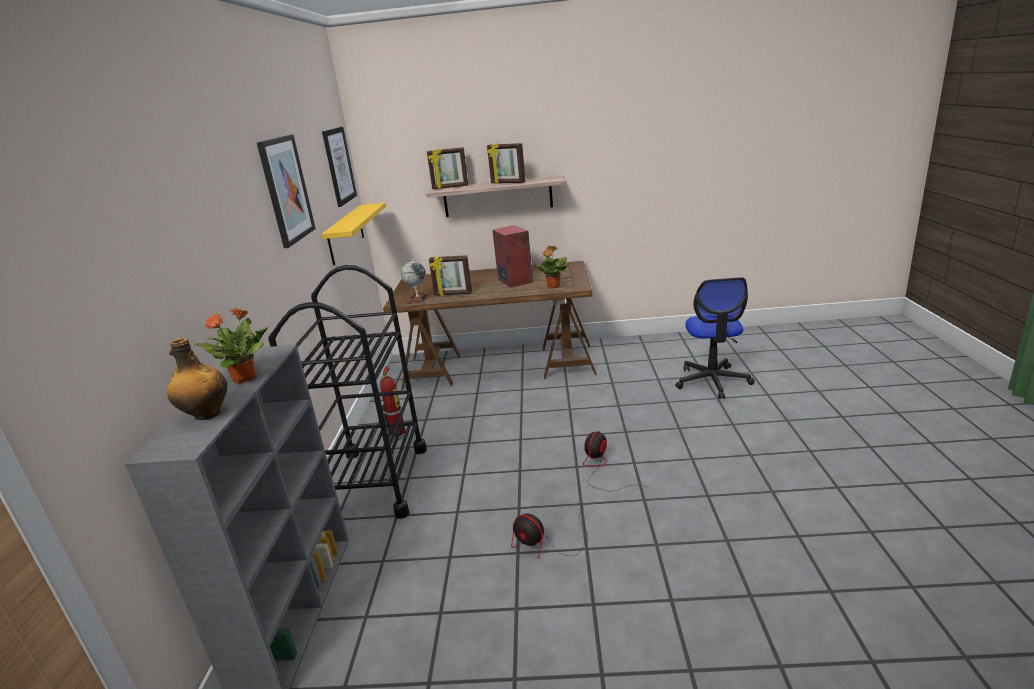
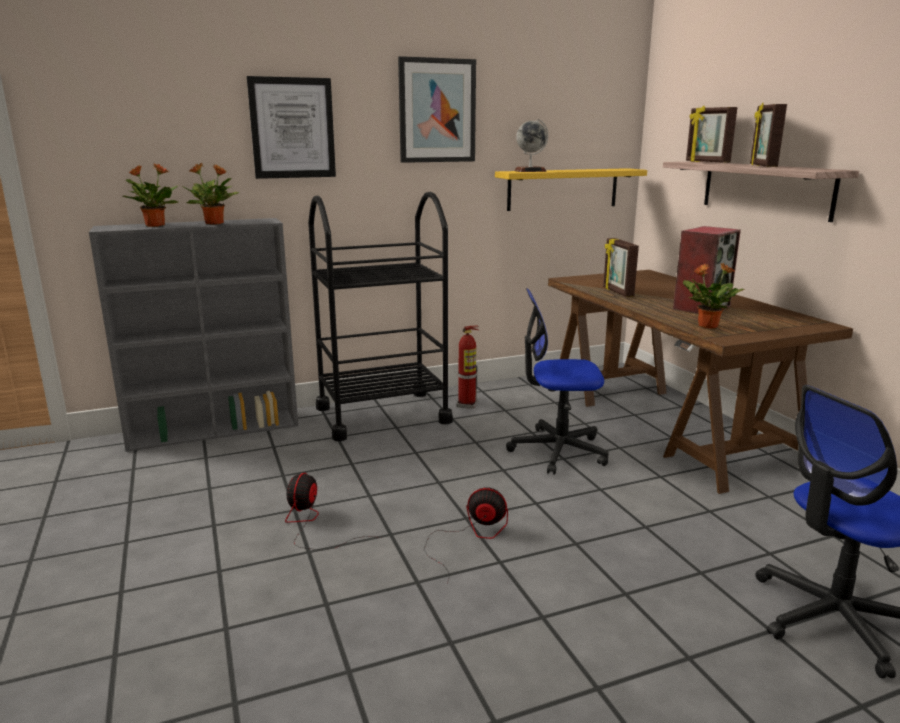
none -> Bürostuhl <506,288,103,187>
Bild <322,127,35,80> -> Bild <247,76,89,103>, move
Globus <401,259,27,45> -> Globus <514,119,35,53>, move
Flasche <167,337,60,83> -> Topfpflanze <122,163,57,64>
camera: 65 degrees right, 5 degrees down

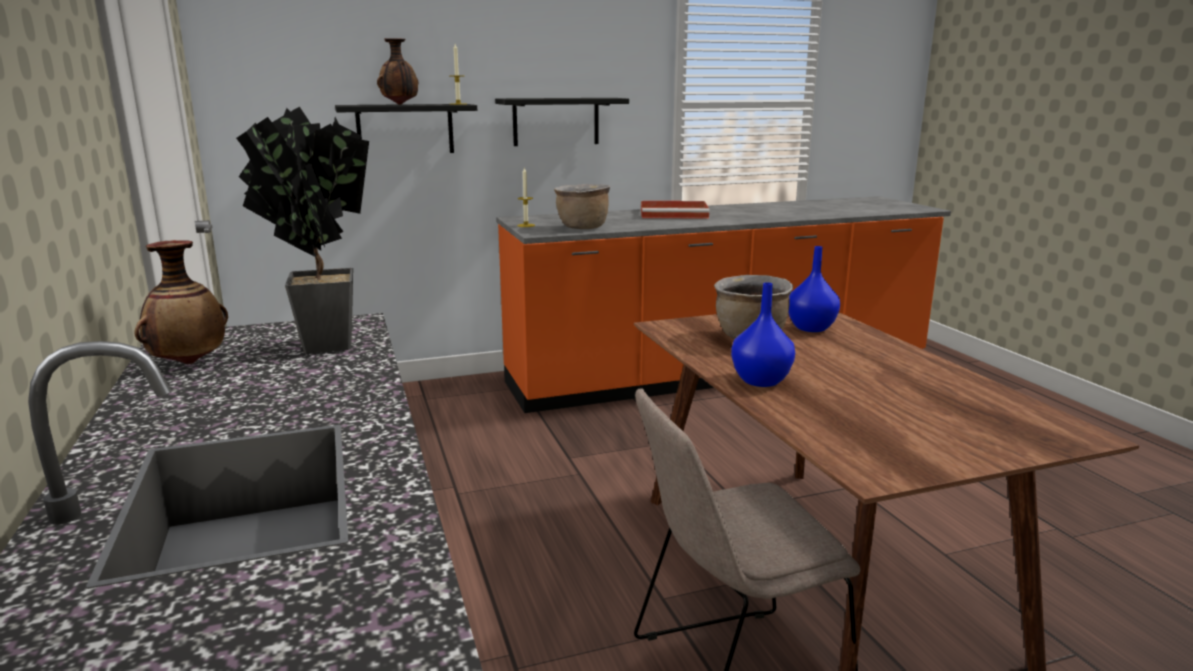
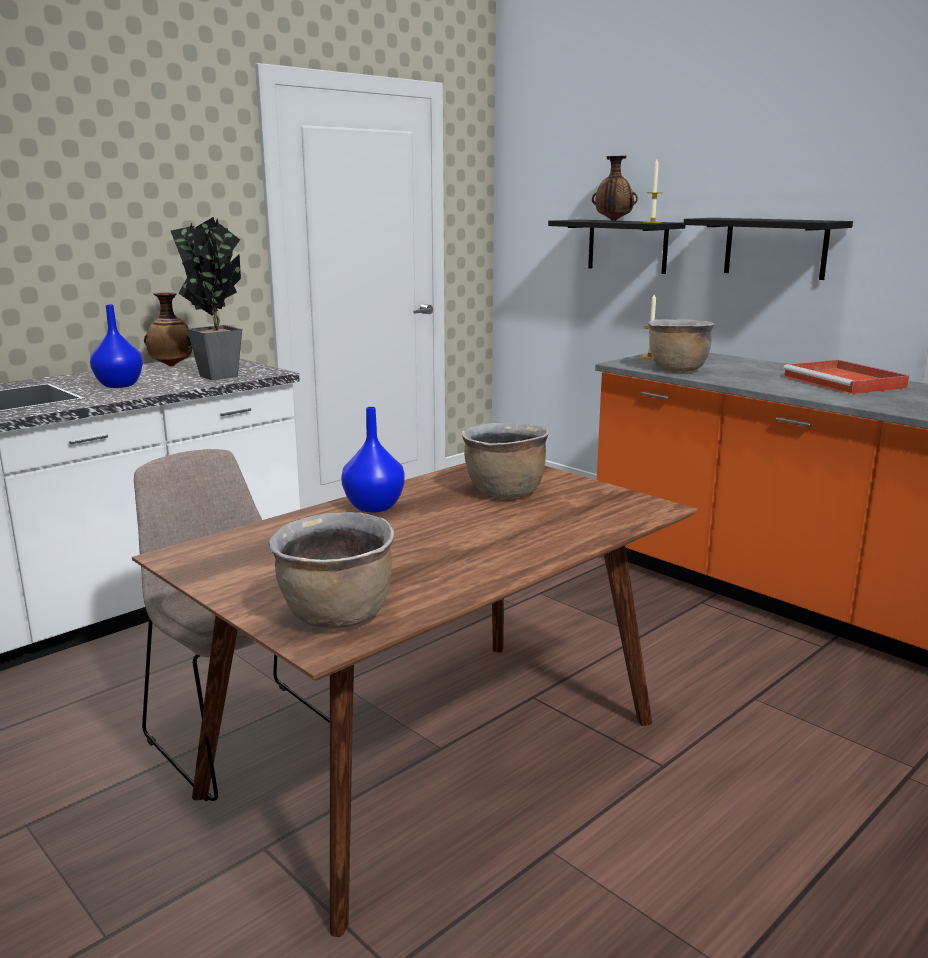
none -> Kochtopf [braun] <269,512,125,116>
Vase [blau] <788,246,52,86> -> Vase [blau] <90,304,53,84>, move
camera: 65 degrees right, 0 degrees up

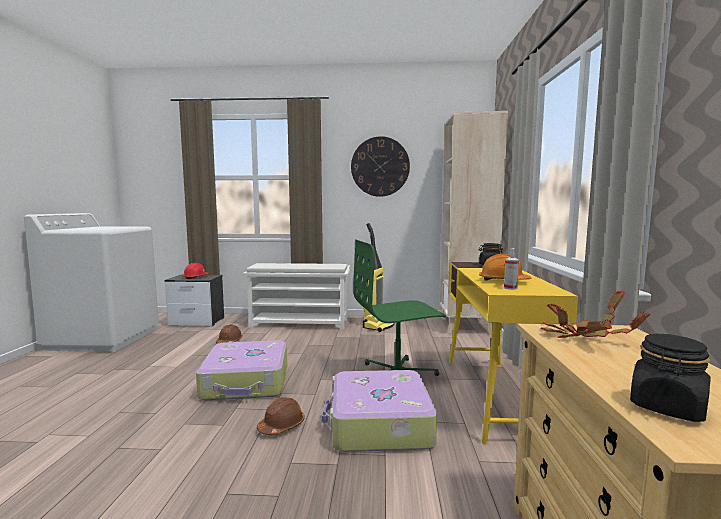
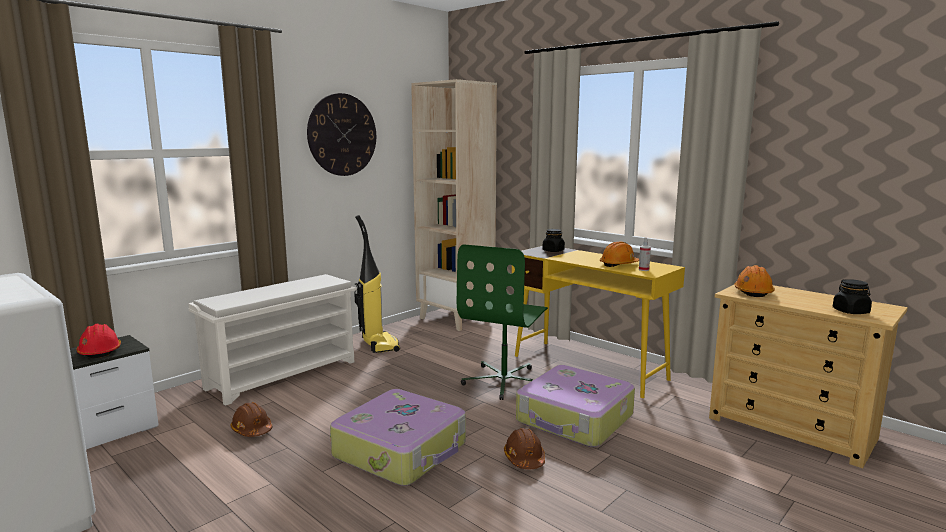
Topfpflanze <541,291,110,47> -> Schutzhelm [orange] <734,265,41,32>
camera: 50 degrees left, 5 degrees up

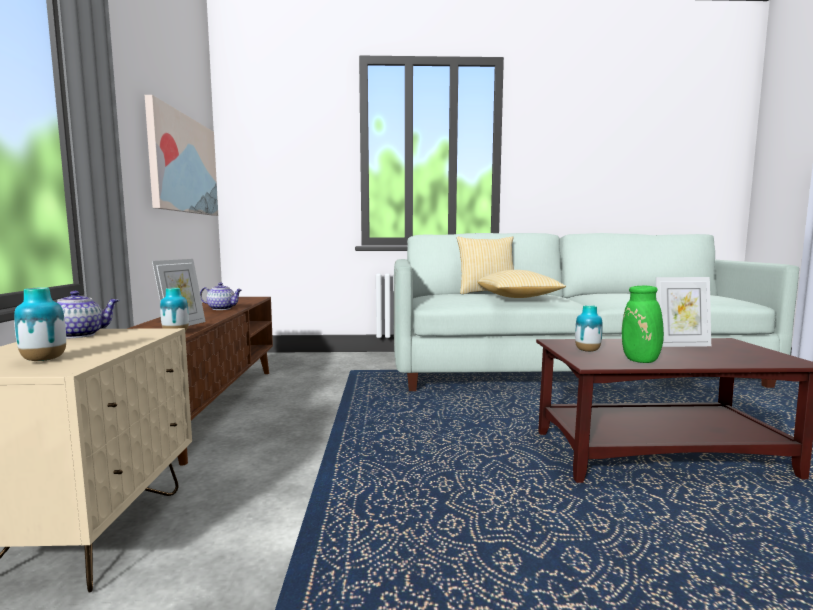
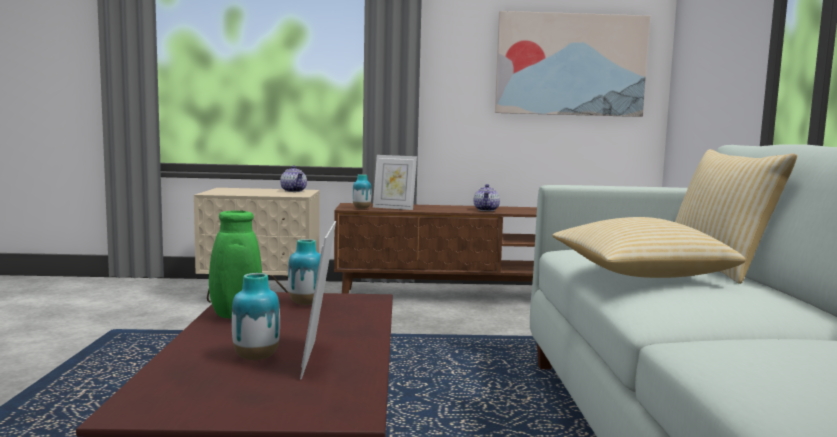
Vase <14,287,52,74> -> Vase <232,273,48,87>, move
camera: 90 degrees right, 0 degrees up

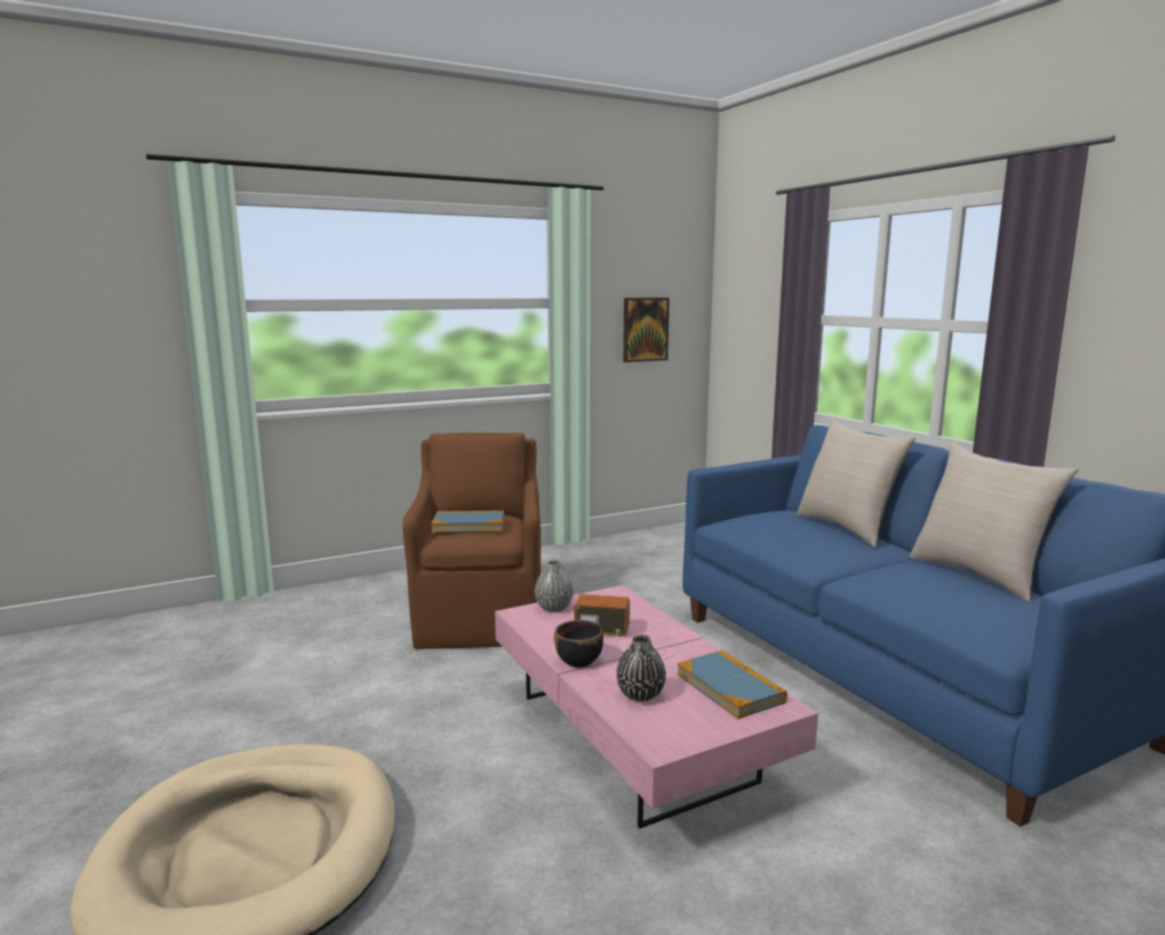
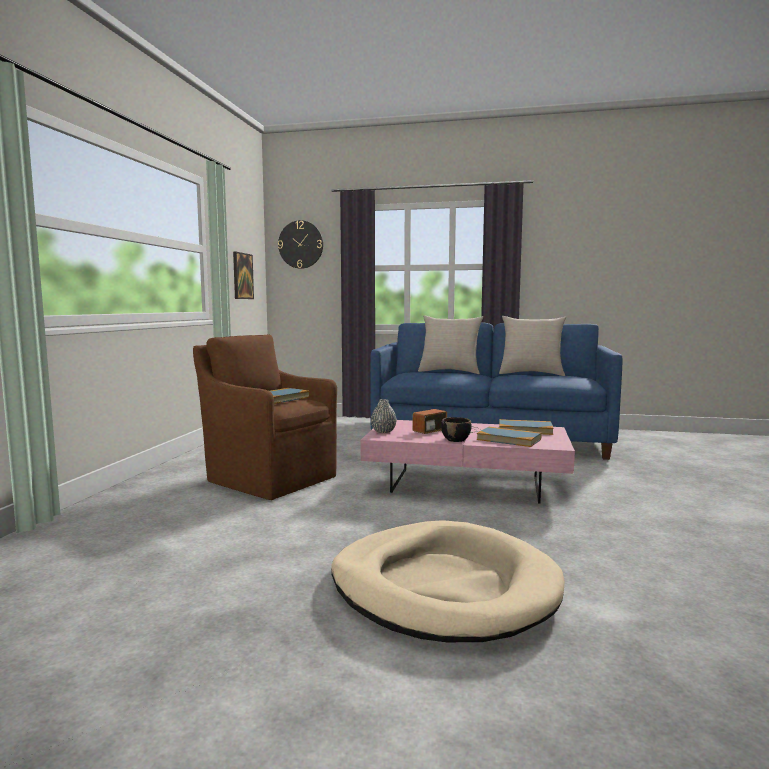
none -> Wanduhr <278,220,45,49>
Vase [schwarz] <616,635,50,67> -> Buch <477,427,64,20>
camera: 50 degrees left, 5 degrees down

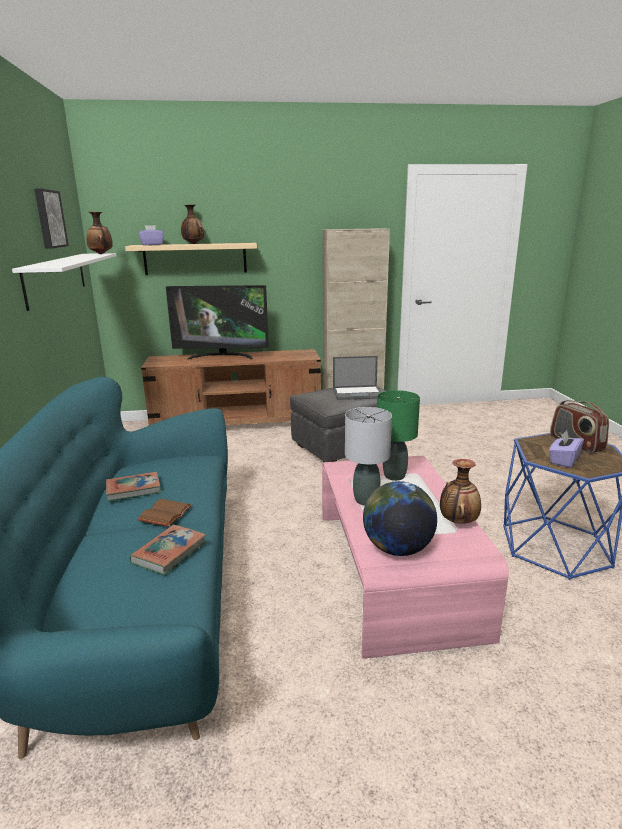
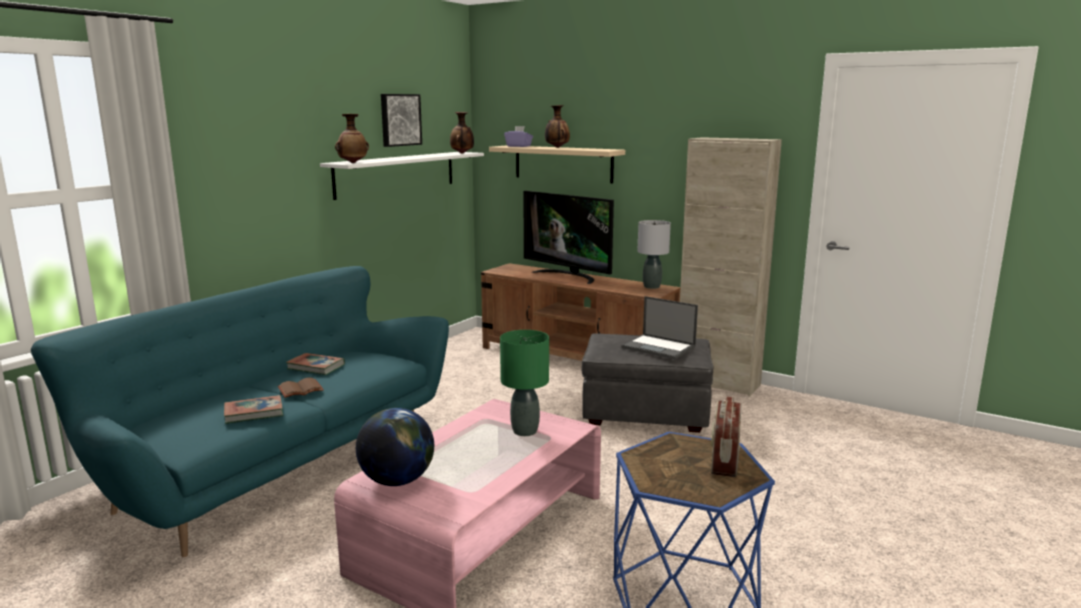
Taschentuchbox [lila] <549,430,35,38> -> none
Tischlampe [grau] <345,407,47,99> -> Tischlampe [grau] <637,220,34,69>, move
Vase <440,459,41,65> -> Vase <335,114,34,49>, move
camera: 40 degrees right, 5 degrees down

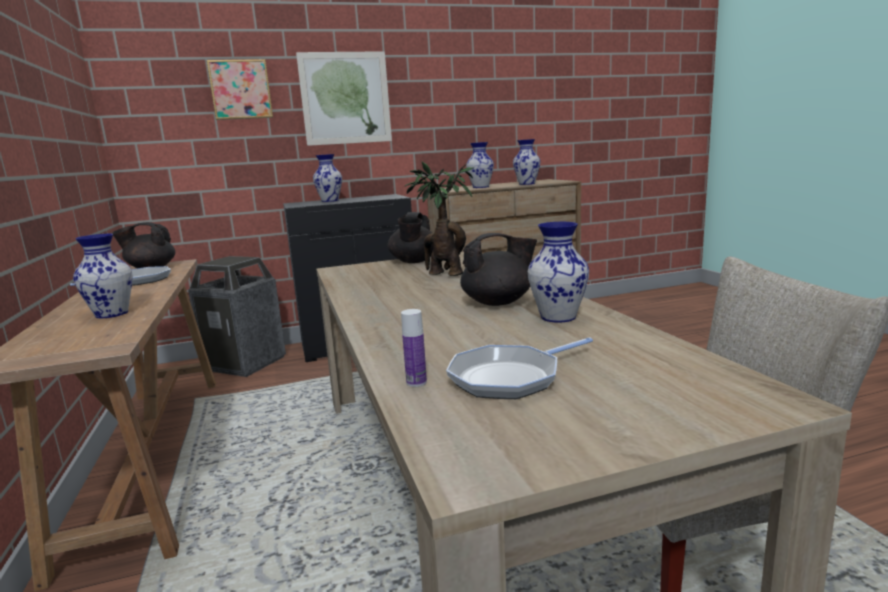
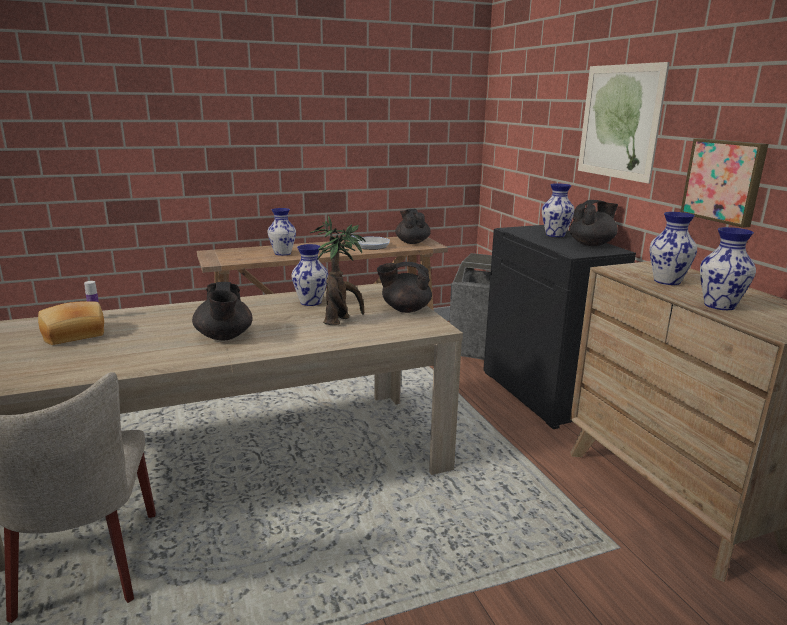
none -> Teekanne [schwarz] <569,200,49,46>
Bild <207,59,66,61> -> Bild <680,138,88,90>, move
Vase <528,222,61,101> -> Vase <291,244,37,62>, move
Pfanne <446,337,147,62> -> Brot <38,301,66,44>
camera: 85 degrees right, 5 degrees up

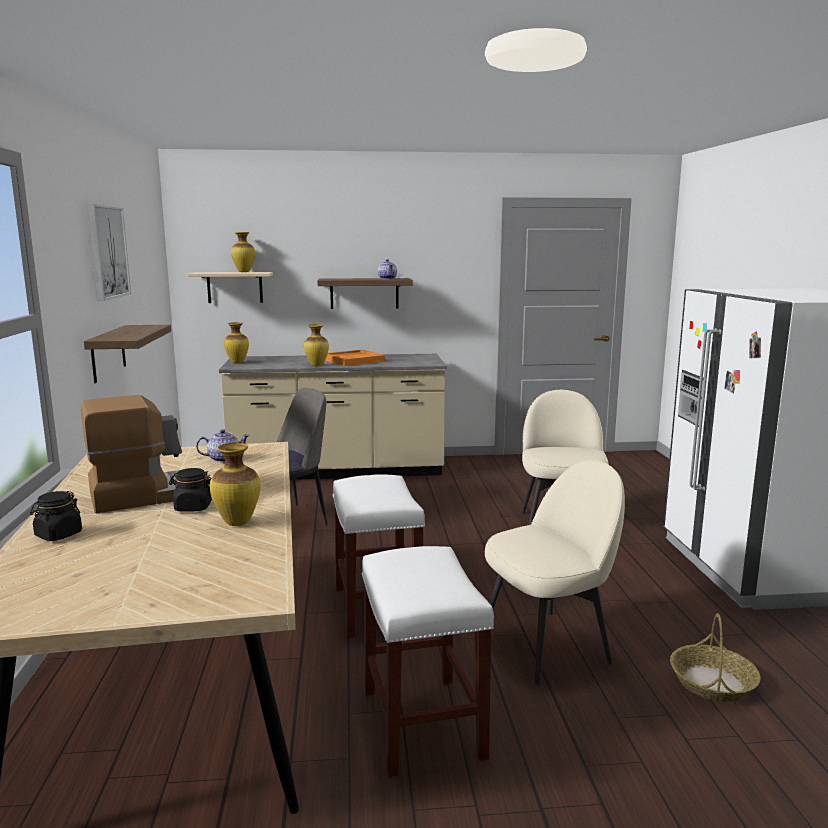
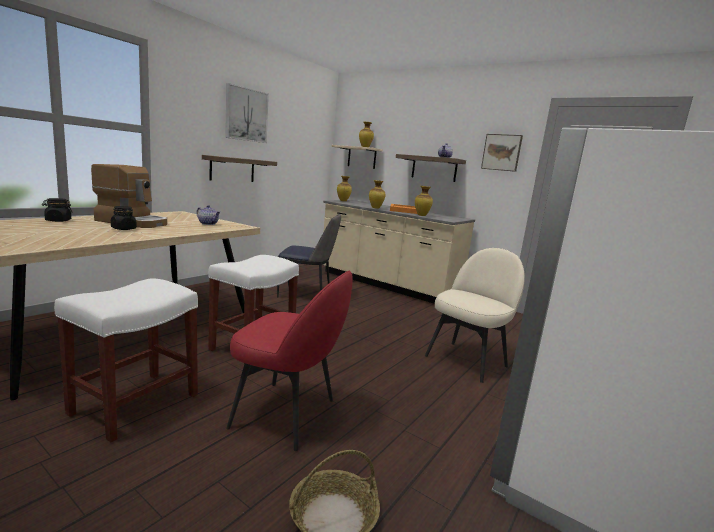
none -> Bild <481,134,42,38>
Vase <210,443,51,83> -> Vase <415,186,18,30>, move
Stuhl [beige] <485,460,140,225> -> Stuhl [rot] <226,270,127,181>
camera: 40 degrees right, 0 degrees up

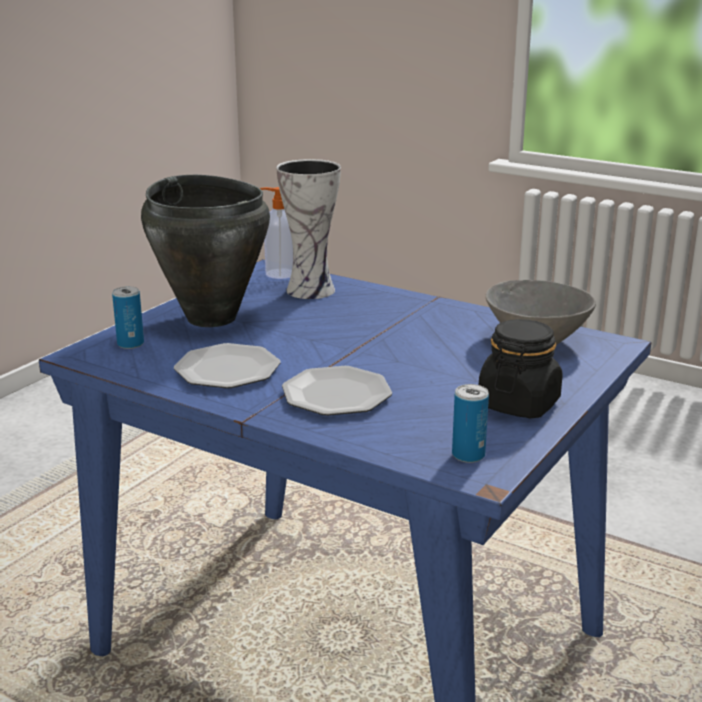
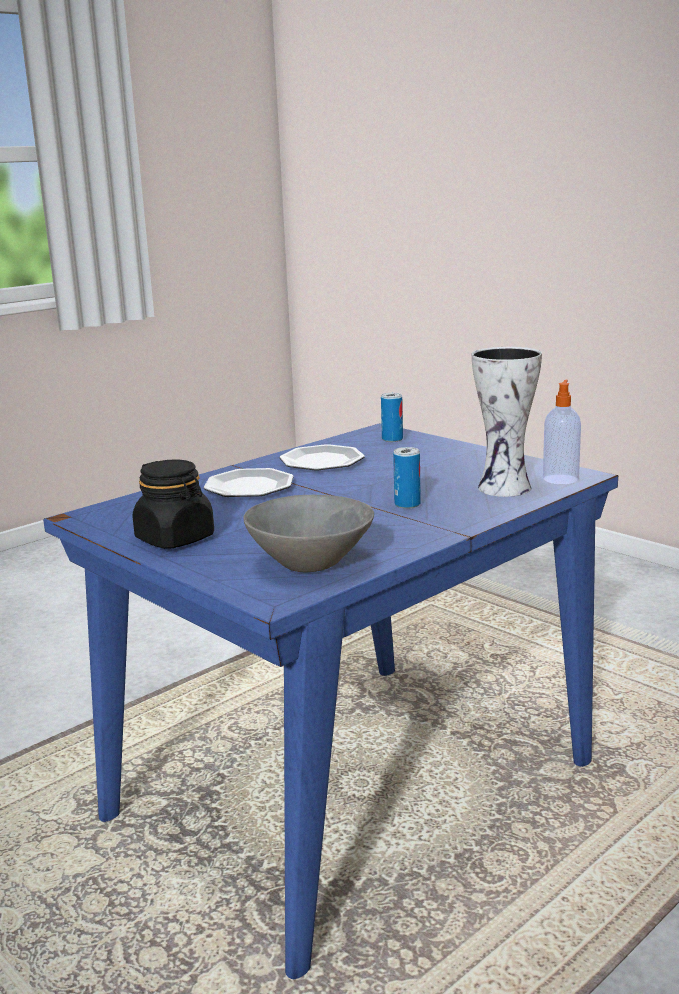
Kochtopf [schwarz] <141,175,129,152> -> none
Dose <452,384,37,79> -> Dose <393,447,28,62>, move
camera: 105 degrees right, 5 degrees down

